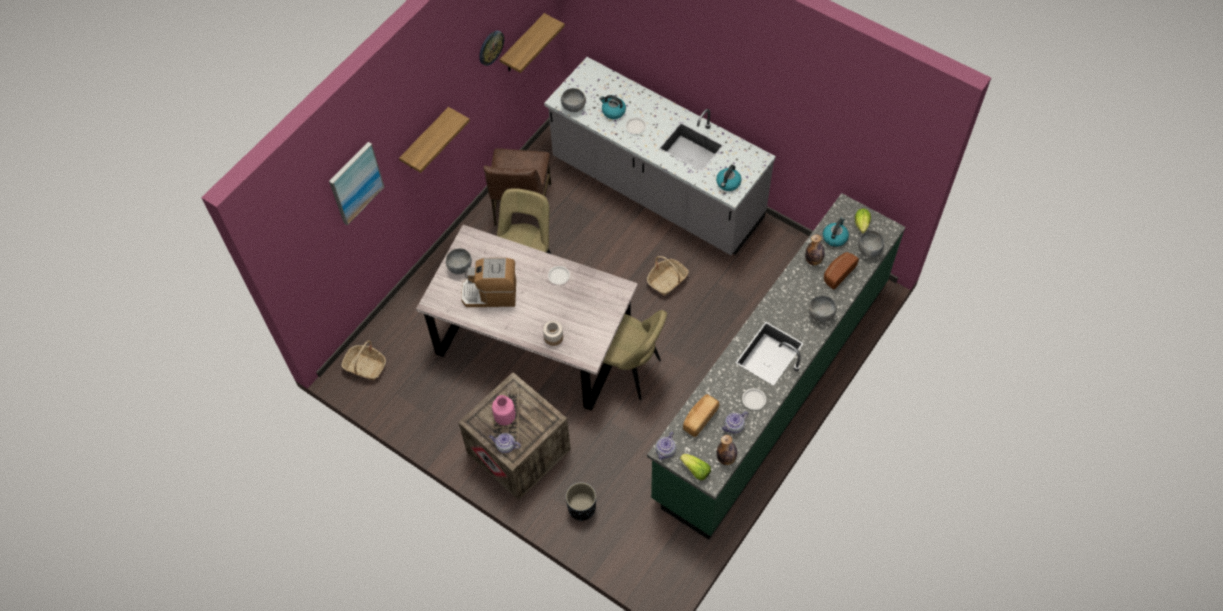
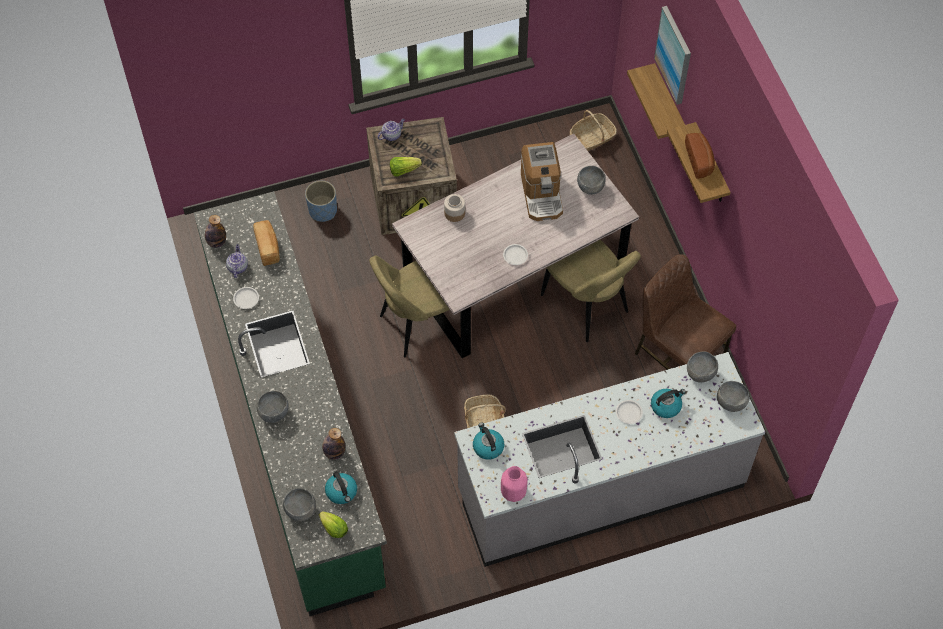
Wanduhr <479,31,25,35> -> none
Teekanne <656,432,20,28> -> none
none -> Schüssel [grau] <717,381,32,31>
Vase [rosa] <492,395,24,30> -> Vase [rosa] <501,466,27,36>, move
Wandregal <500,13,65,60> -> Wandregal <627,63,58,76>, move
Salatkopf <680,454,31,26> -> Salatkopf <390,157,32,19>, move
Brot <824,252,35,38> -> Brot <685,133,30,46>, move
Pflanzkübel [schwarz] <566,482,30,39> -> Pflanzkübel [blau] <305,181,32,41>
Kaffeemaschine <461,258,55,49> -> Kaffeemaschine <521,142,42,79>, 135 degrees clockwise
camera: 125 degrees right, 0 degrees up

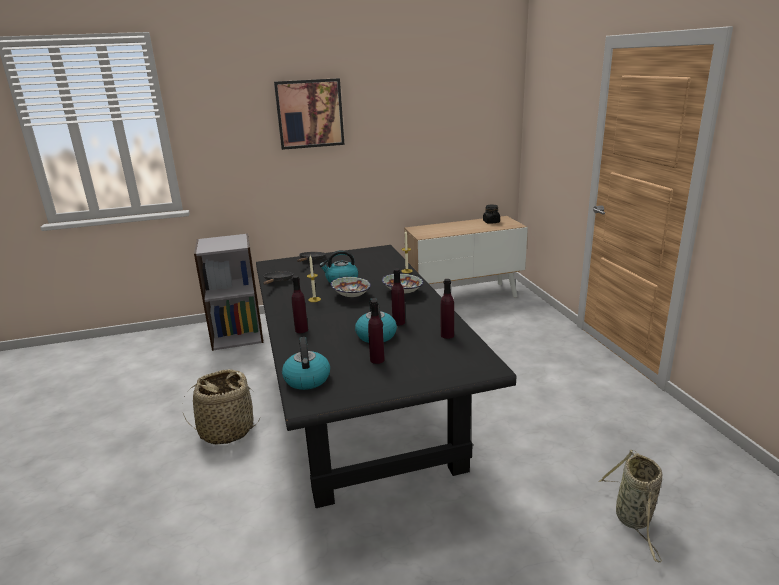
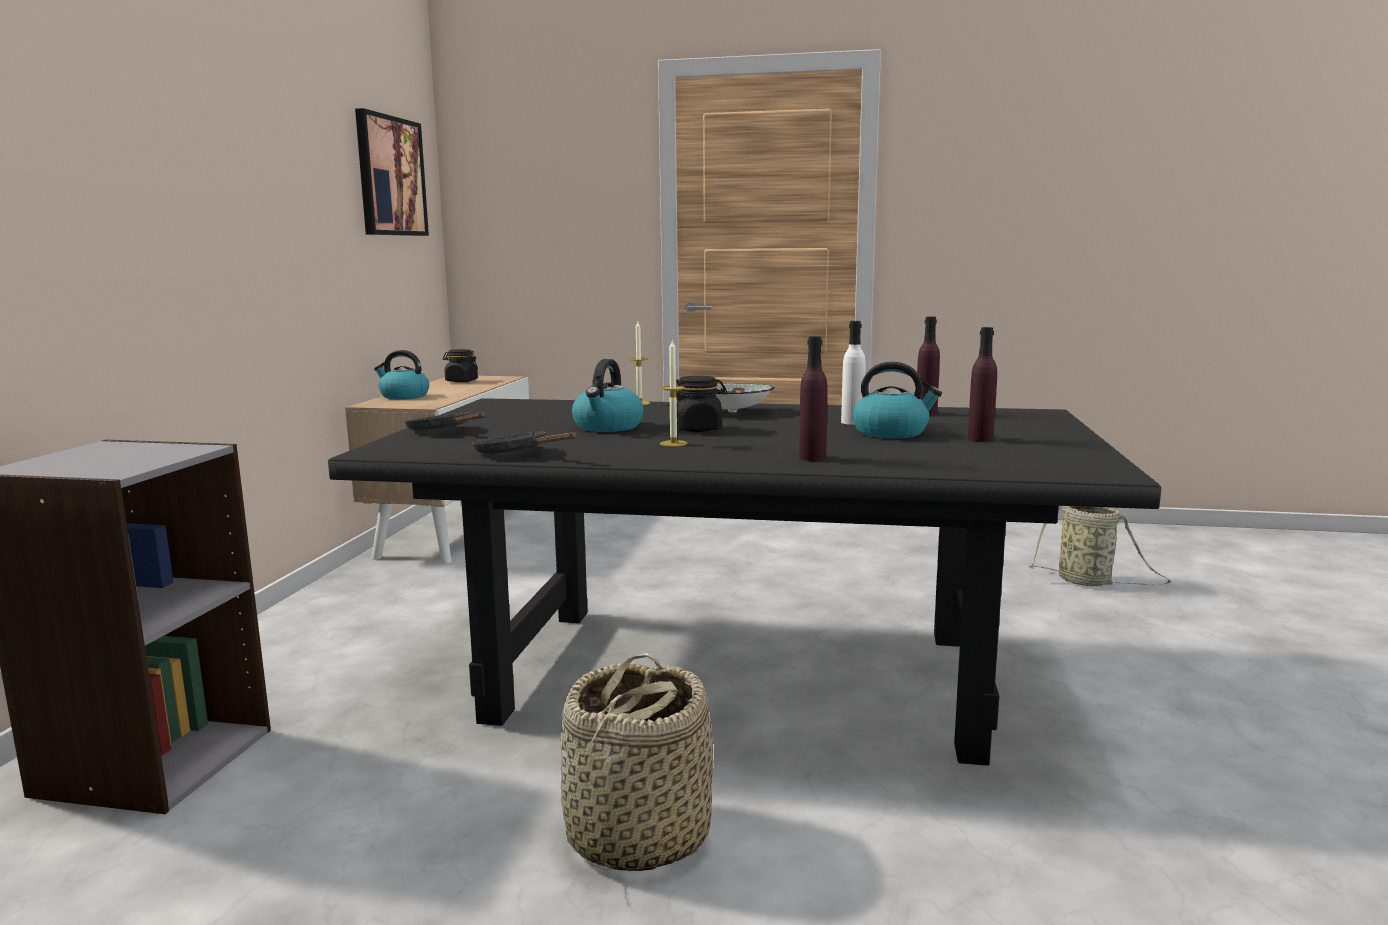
Bild <274,78,70,72> -> Bild <355,108,74,128>, move
Wasserkessel <282,337,48,53> -> Wasserkessel <374,350,55,49>, move
Schüssel <330,277,41,20> -> Vorratsglas [schwarz] <669,376,58,56>
Flasche [lila] <391,268,14,58> -> Flasche [weiß] <841,321,25,104>
camera: 65 degrees left, 10 degrees down

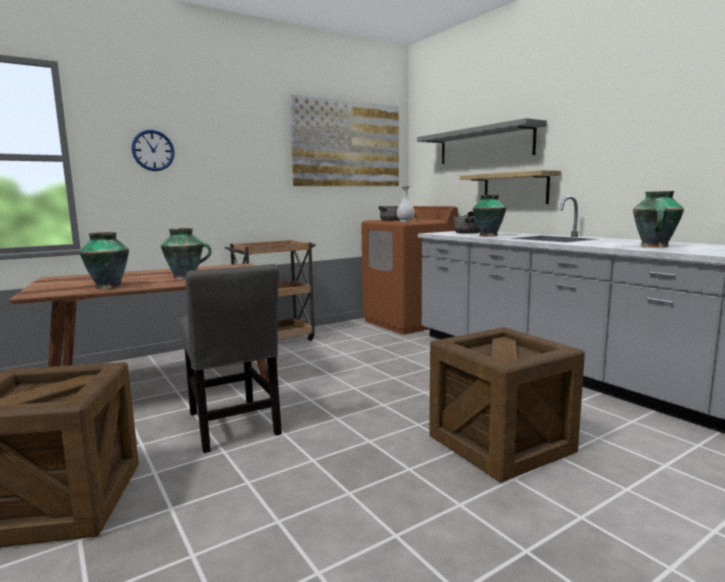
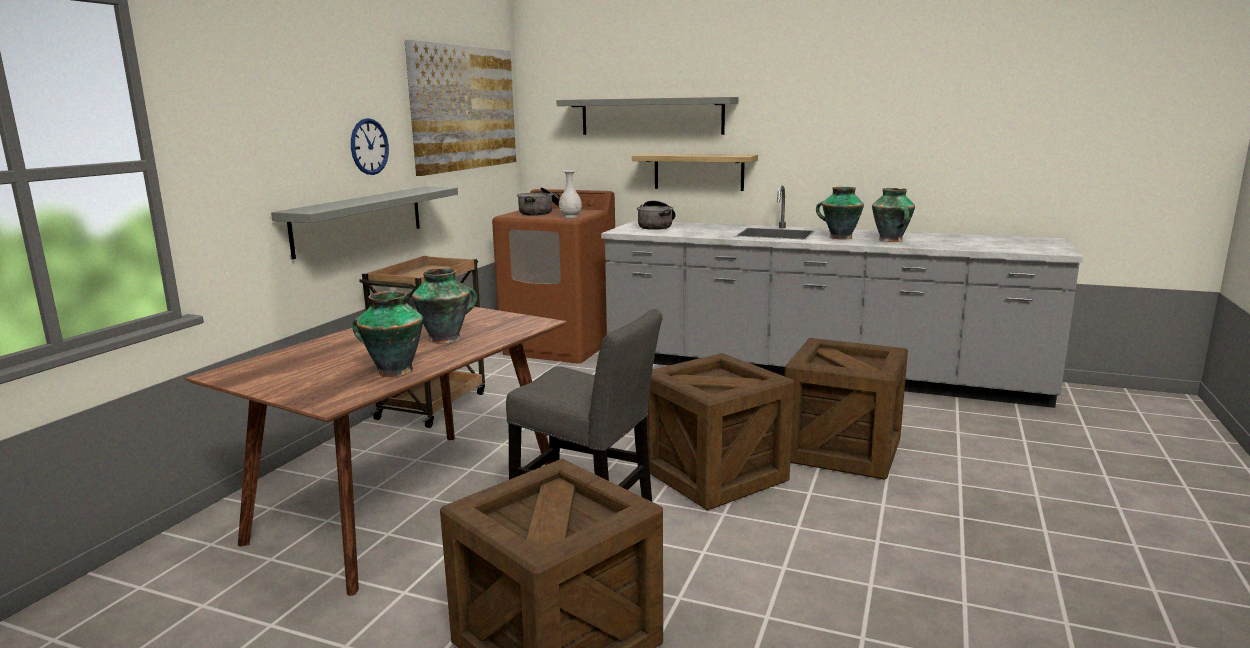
none -> Wandregal [grau] <271,187,187,72>
none -> Kiste <647,353,147,157>
Wanduhr <132,130,43,41> -> Wanduhr <351,118,38,57>, move
Vase <473,195,33,41> -> Vase <816,187,48,52>, move
camera: 35 degrees left, 5 degrees up

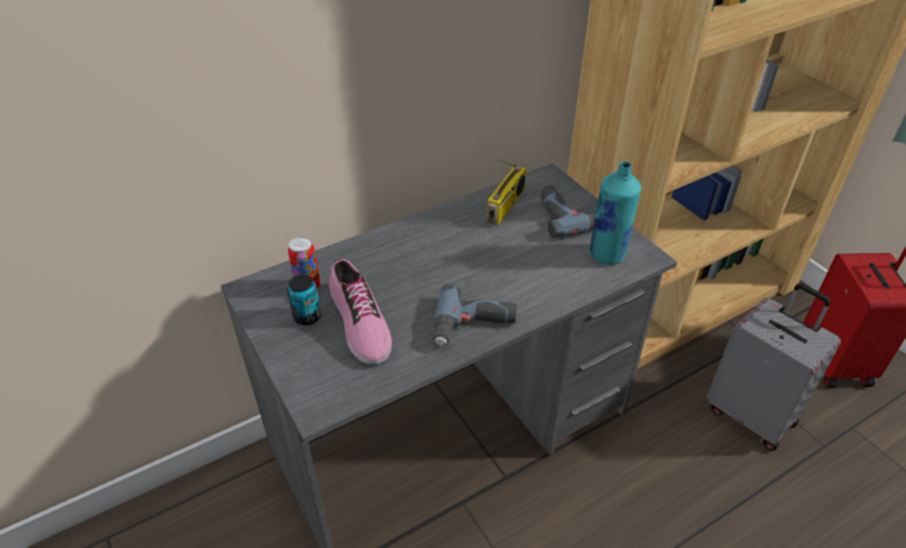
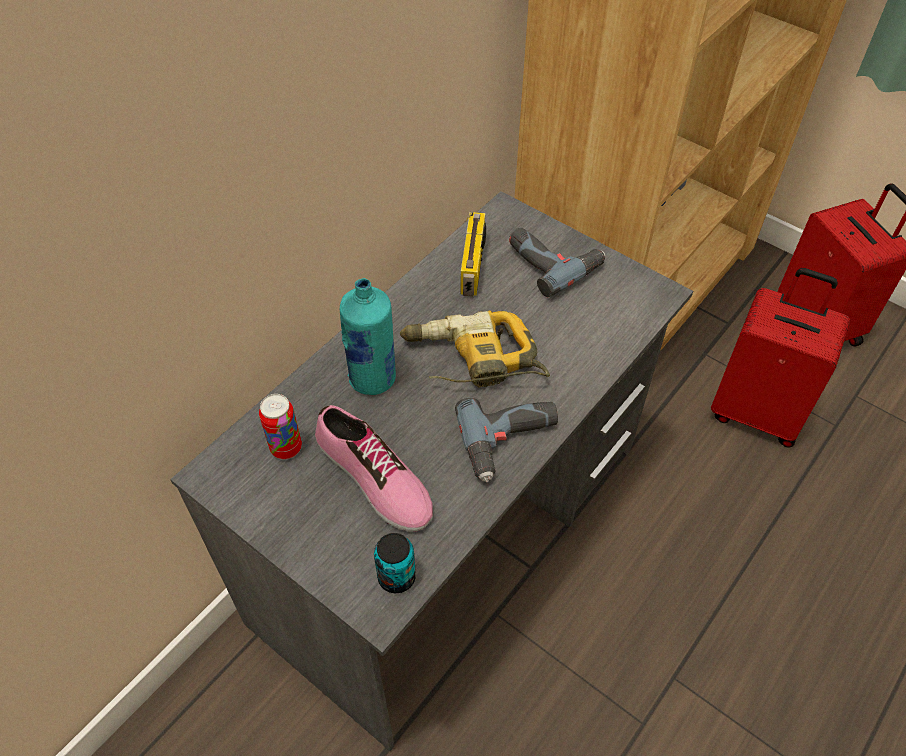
none -> Bohrmaschine <400,310,150,78>
Dose <287,274,34,51> -> Dose <374,533,42,60>, move
Flasche [türkis] <589,161,52,104> -> Flasche [türkis] <340,278,56,117>, move
Koffer [grau] <707,283,134,168> -> Koffer [rot] <711,268,139,179>
camera: 20 degrees left, 10 degrees up

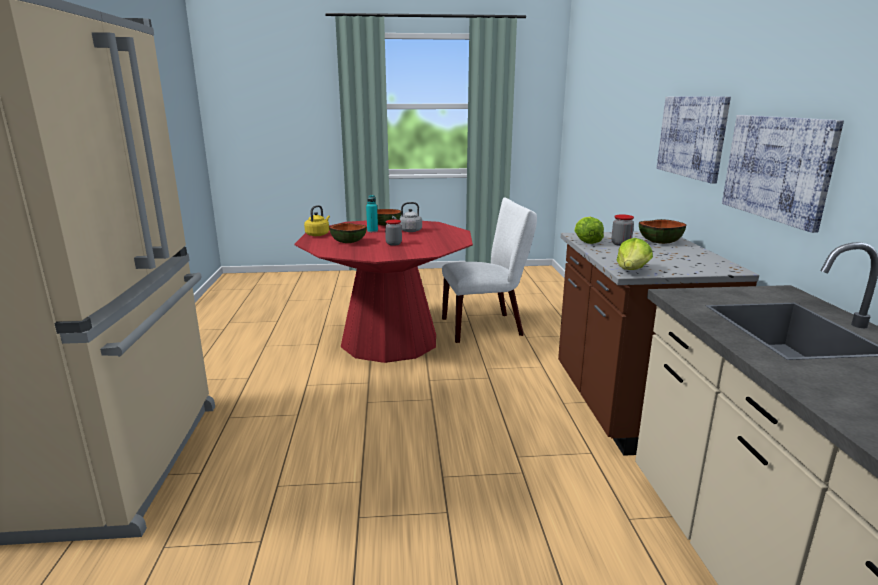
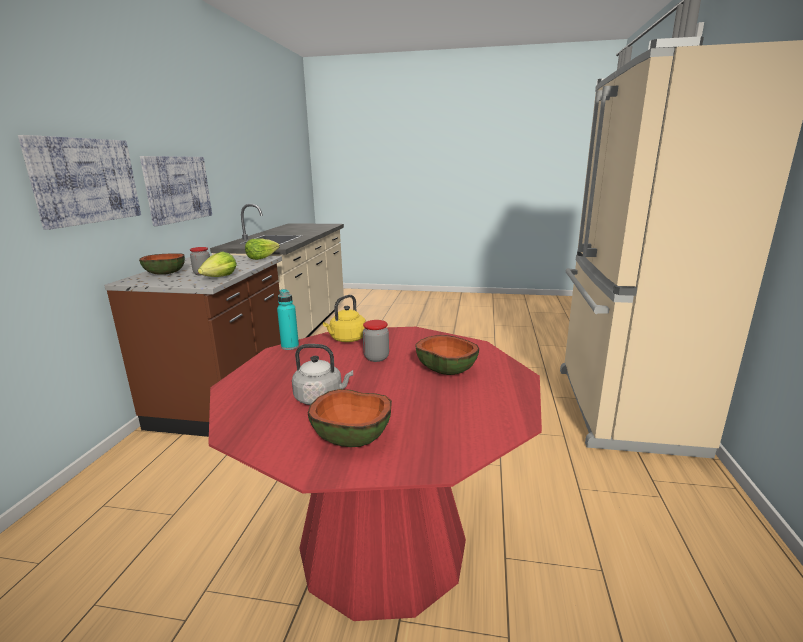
Stuhl [weiß] <442,197,95,146> -> none
Wasserkessel [gelb] <304,205,26,31> -> Wasserkessel [gelb] <323,295,43,47>, move
Flasche [türkis] <366,195,12,37> -> Flasche [türkis] <277,289,22,61>, move
camera: 165 degrees left, 0 degrees up

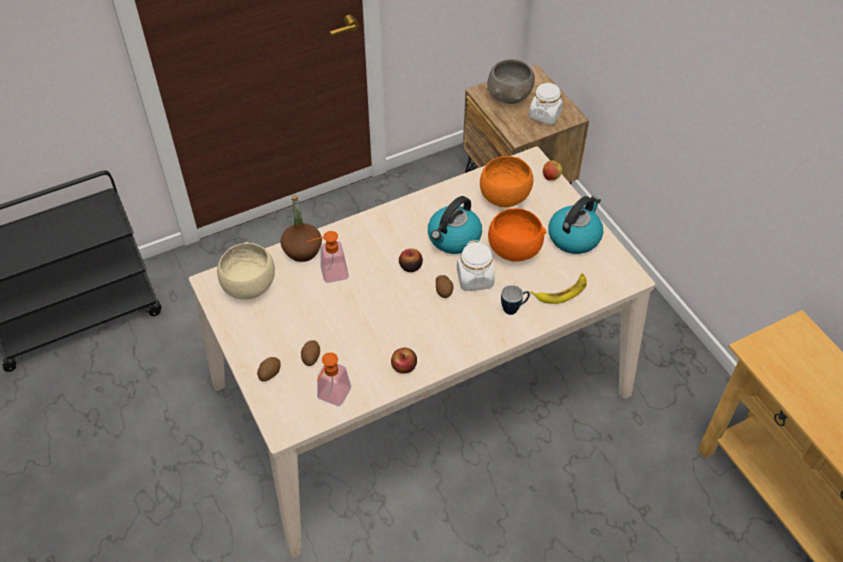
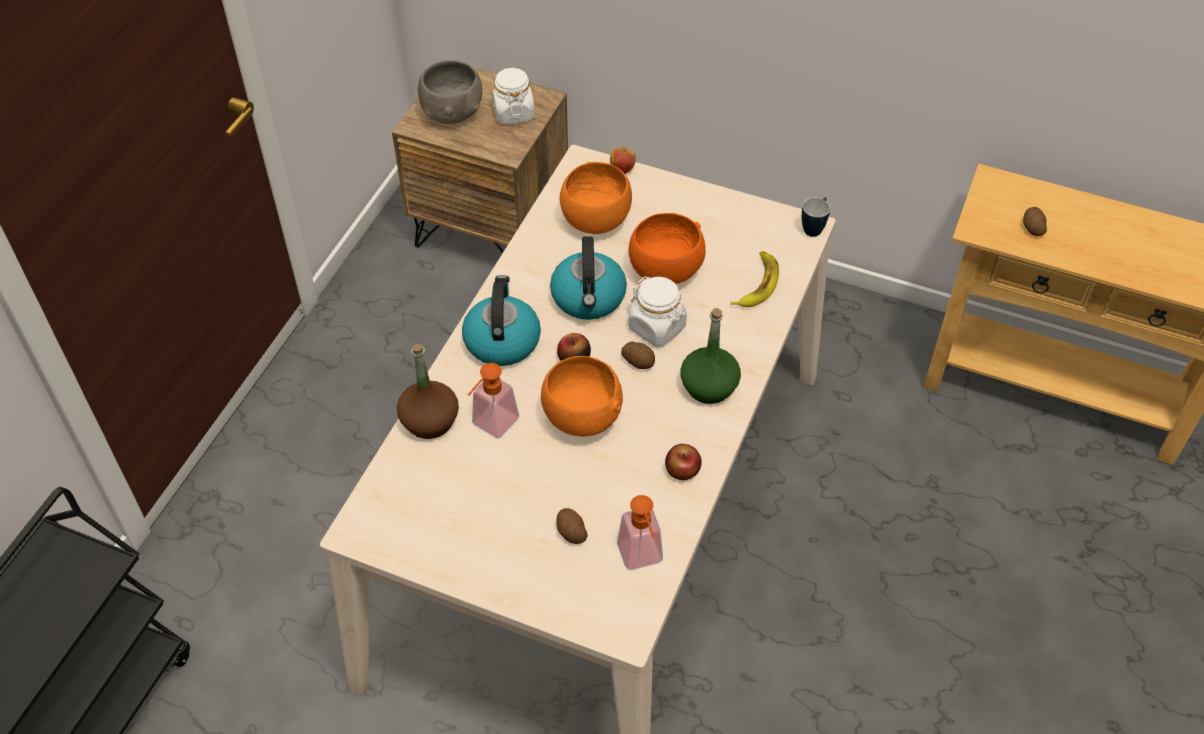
Schüssel [beige] <217,242,58,58> -> none
none -> Schüssel [orange] <541,356,82,81>
none -> Flasche [grün] <681,308,60,96>
Kartoffel <257,357,24,25> -> Kartoffel <1023,207,24,29>, move
Henkelbecher <501,285,29,30> -> Henkelbecher <802,197,28,40>, move
Wasserkessel <548,196,55,58> -> Wasserkessel <462,275,79,91>, move
camera: 40 degrees left, 0 degrees up

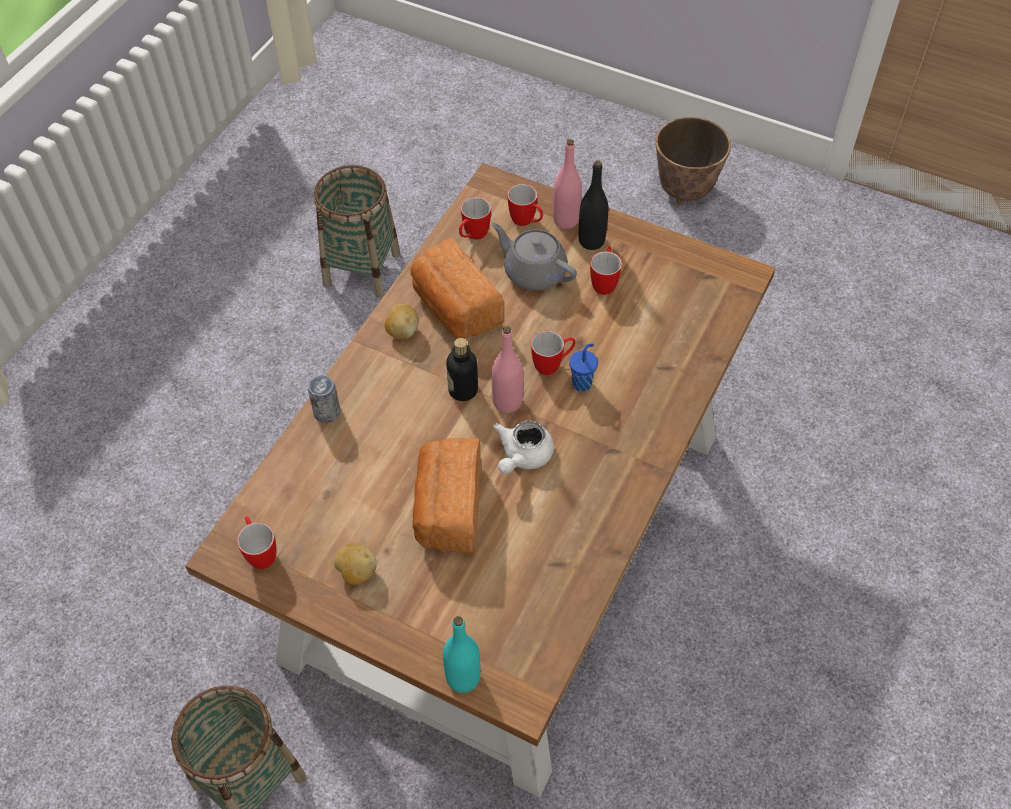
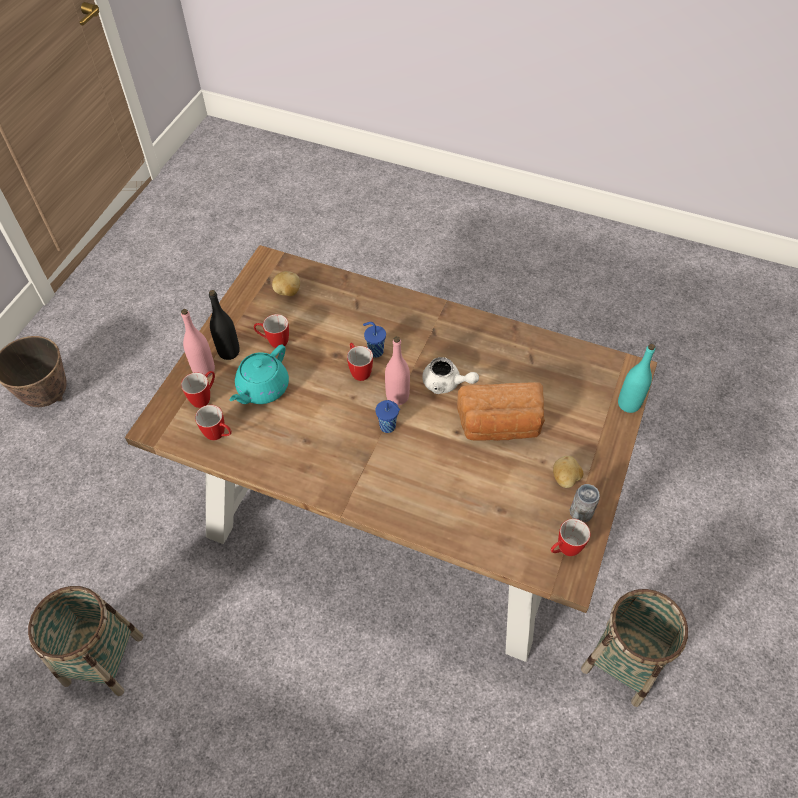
Brot <411,238,93,101> -> none
Dose <308,375,33,48> -> Dose <570,484,30,39>, move
Kartoffel <385,304,34,35> -> Kartoffel <272,271,28,25>, move
Flasche <446,338,32,63> -> Tasse [blau] <375,400,25,33>
Teekanne [grau] <491,223,86,67> -> Teekanne [türkis] <230,345,59,59>
camera: 95 degrees left, 0 degrees up

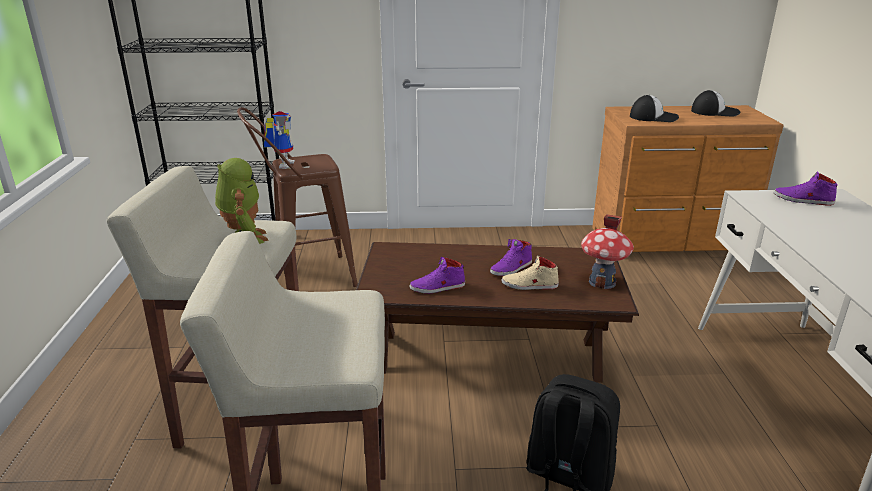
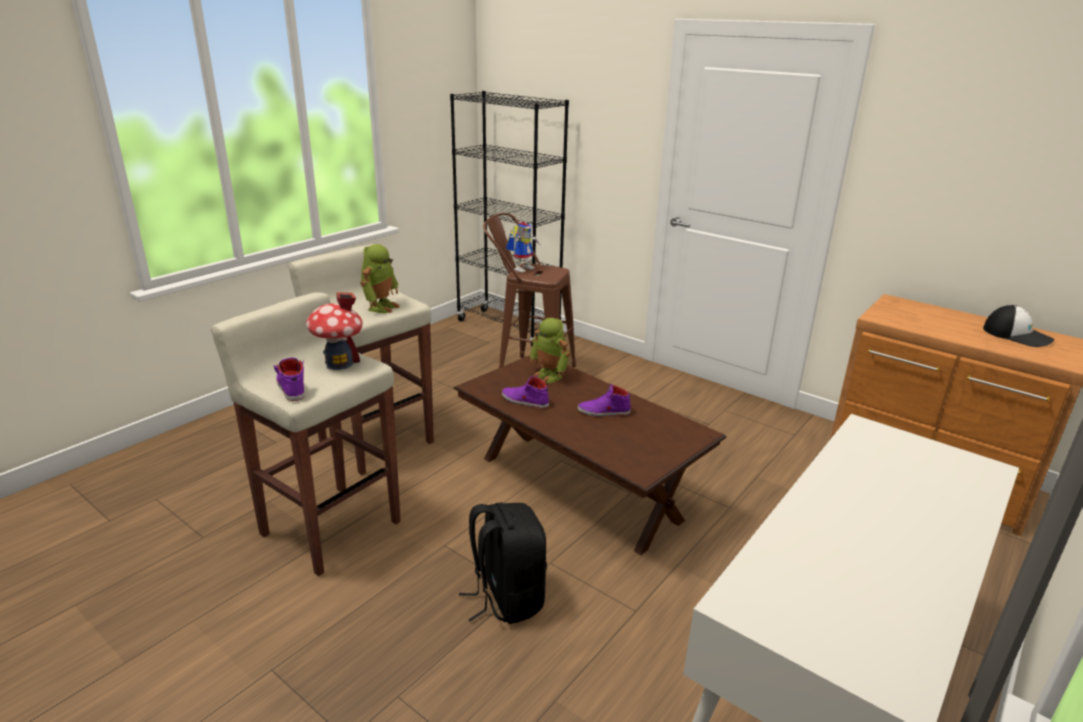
Schuh [beige] <501,256,58,34> -> none
Kappe <630,95,49,27> -> none
none -> Spielzeugroboter <530,318,41,65>
Spielzeughaus <581,214,53,75> -> Spielzeughaus <306,292,57,78>, move
Schuh [lila] <774,172,64,34> -> Schuh [lila] <273,358,32,43>, move
camera: 40 degrees right, 0 degrees up

